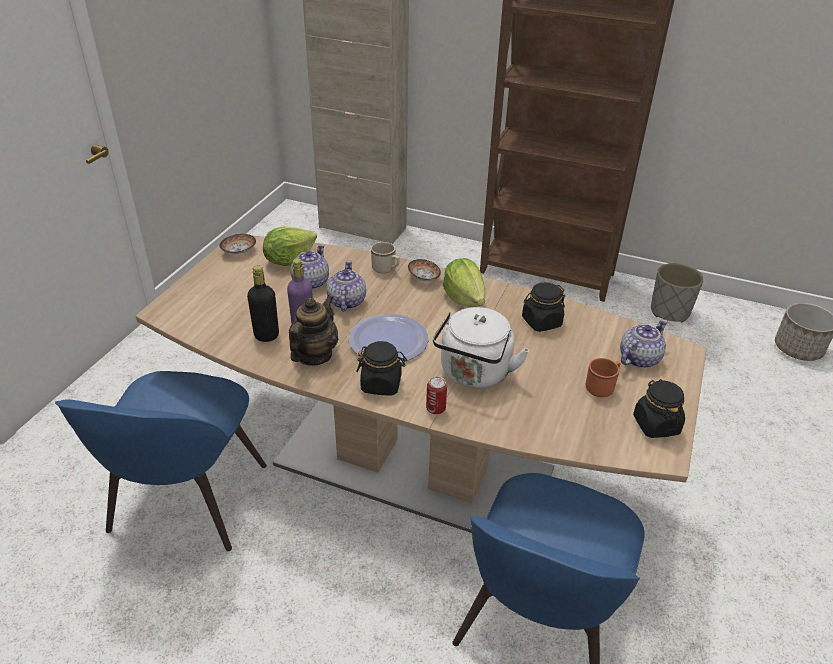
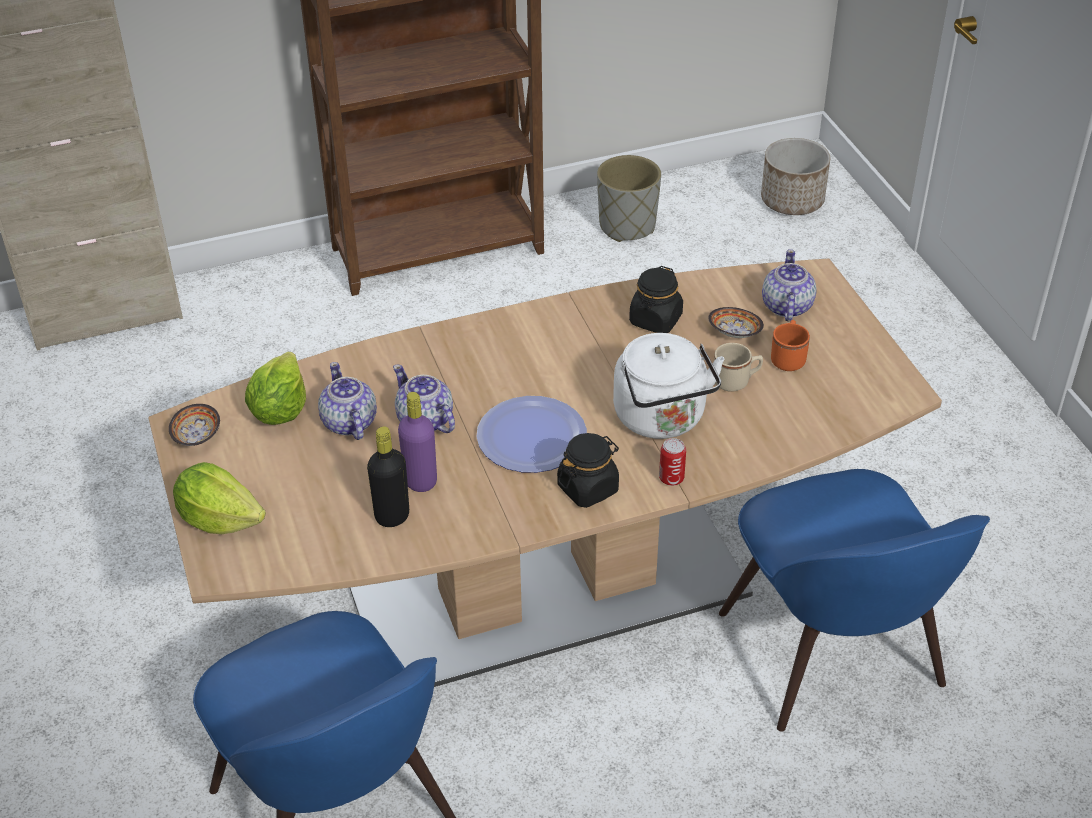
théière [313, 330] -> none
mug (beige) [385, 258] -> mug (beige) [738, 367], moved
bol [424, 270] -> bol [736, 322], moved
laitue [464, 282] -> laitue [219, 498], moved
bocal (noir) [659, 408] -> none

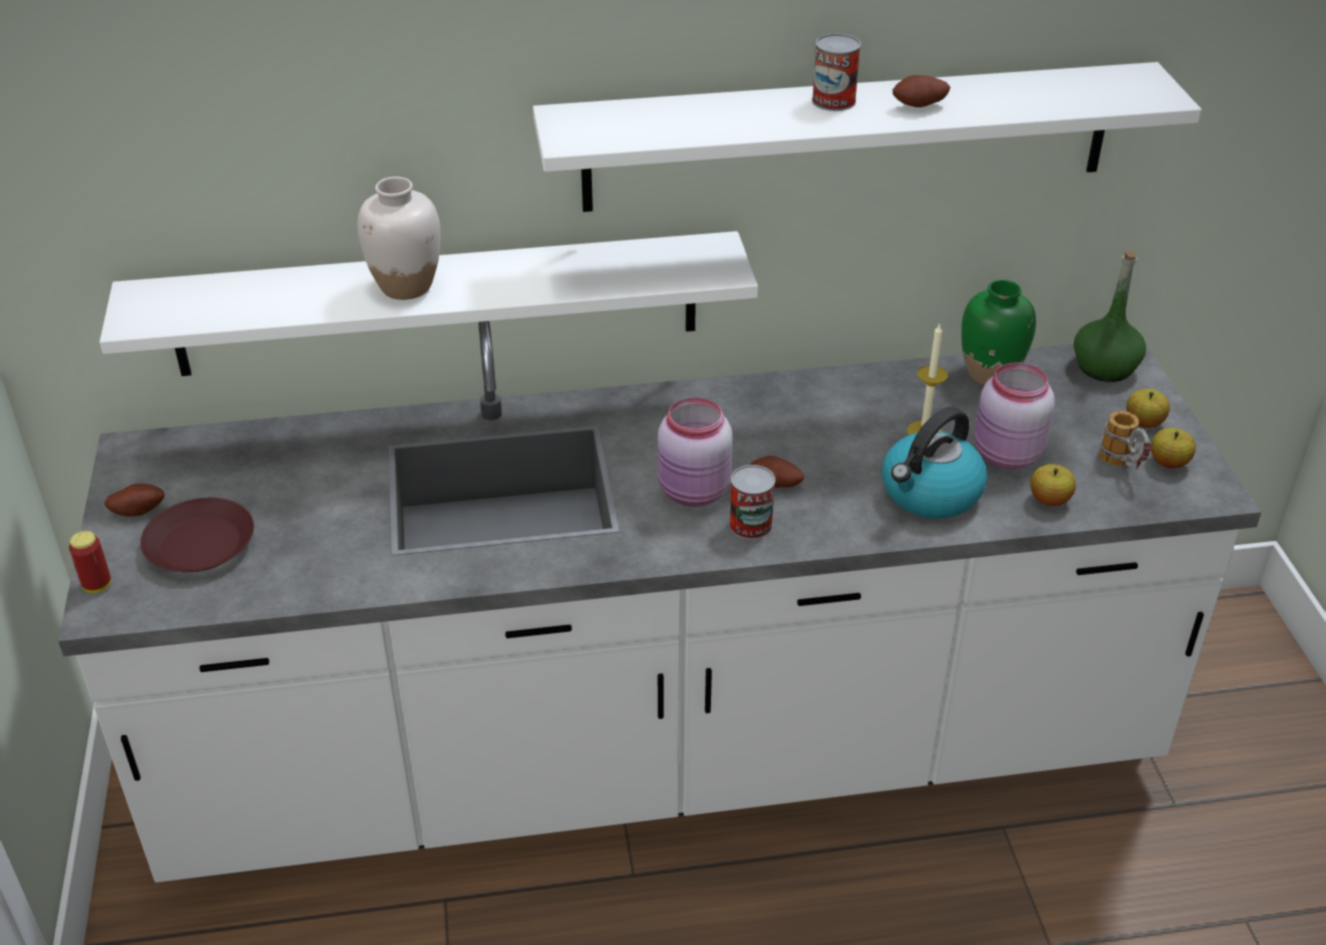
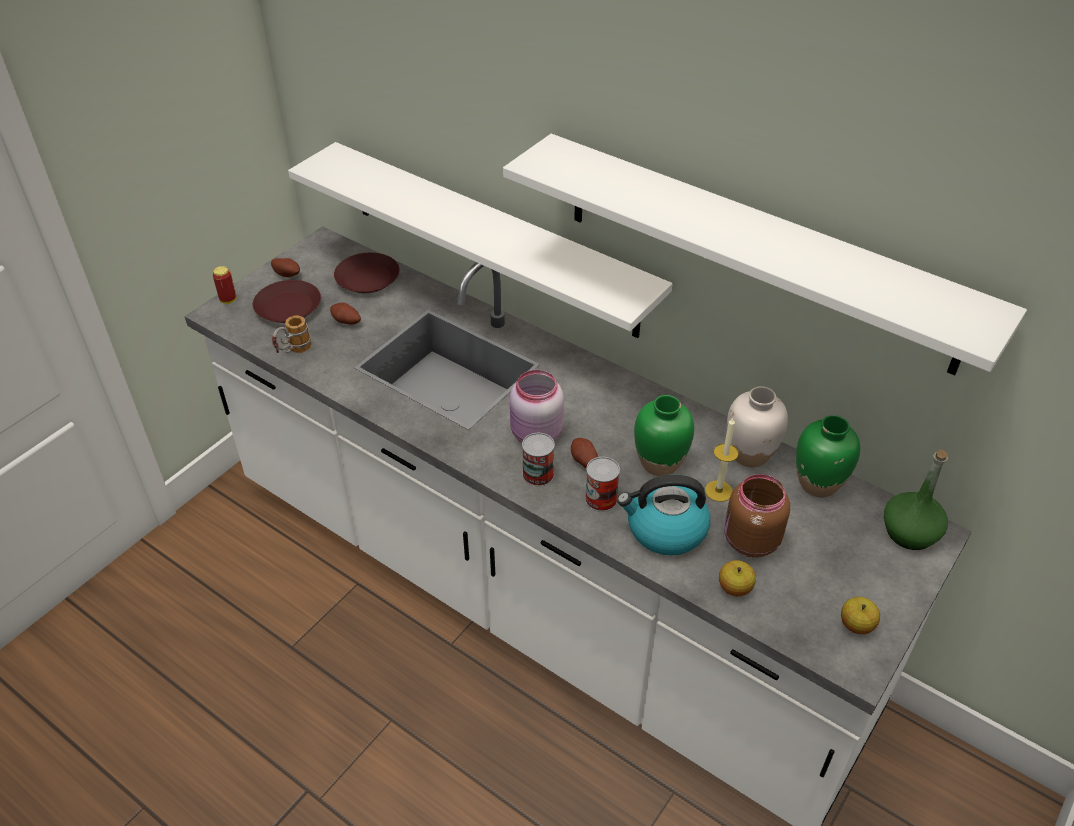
vase (blanc) [399, 238] -> vase (blanc) [757, 426], moved
boîte métallique [836, 72] -> boîte métallique [602, 484], moved
pomme de terre [921, 91] -> pomme de terre [345, 314], moved
bocal (rose) [1015, 415] -> bocal (marron) [757, 516]
mug [1125, 440] -> mug [291, 334], moved
pomme [1148, 408] -> none
none -> assiette (marron) [367, 273]
none -> vase (vert) [664, 435]

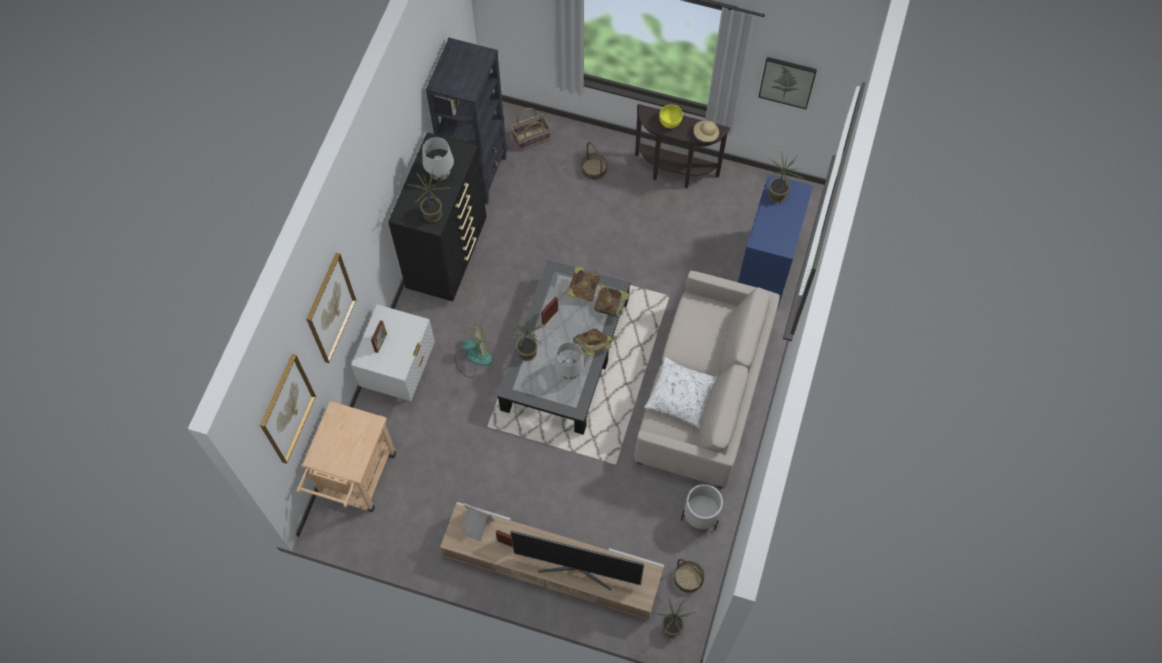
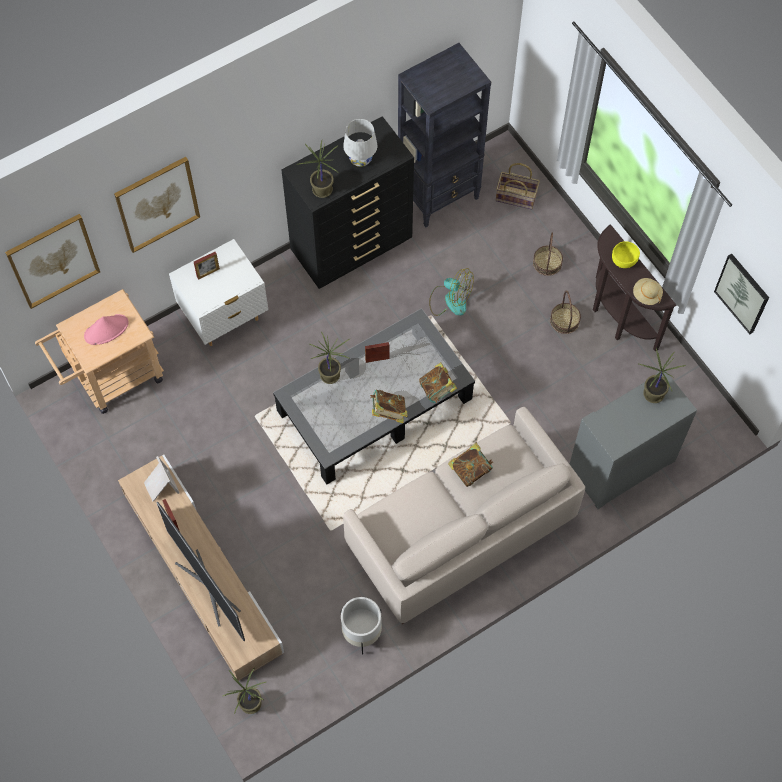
ventilateur [473, 351] -> ventilateur [451, 292], moved
lampe de table (blanc) [569, 361] -> none
livre [583, 284] -> livre [470, 465], moved
coussin (blanc) [681, 392] -> none
panier [689, 576] -> panier [565, 312], moved
meuble de rangement (bleu) [775, 242] -> meuble de rangement (gris) [633, 440]
none -> chapeau (rose) [106, 329]

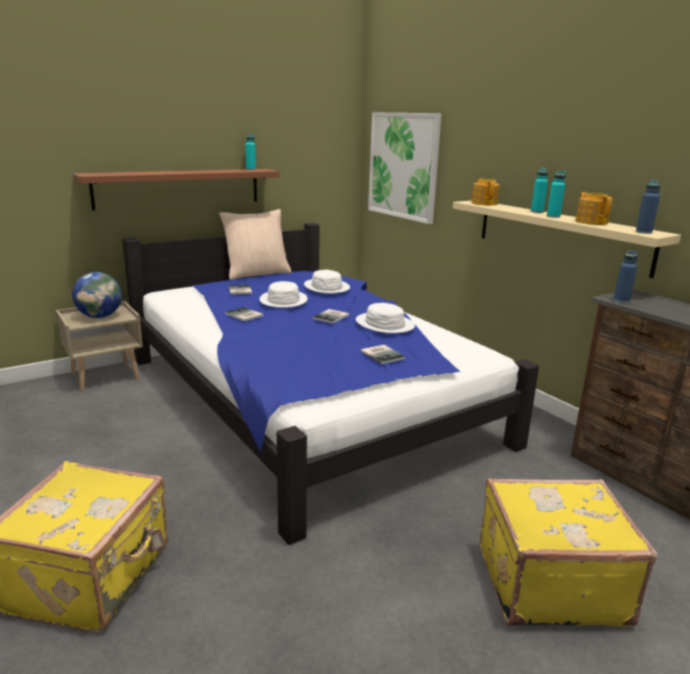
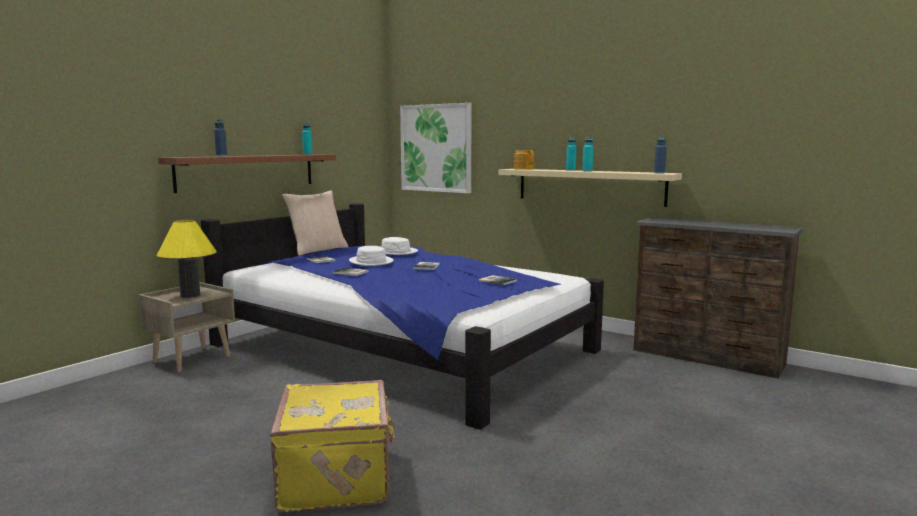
globe [97, 295] -> lampe de table (jaune) [187, 259]
chapeau (blanc) [385, 318] -> none
valise (jaune) [569, 552] -> none
théière [593, 208] -> none
bouteille (bleu) [626, 276] -> bouteille (bleu) [220, 138], moved

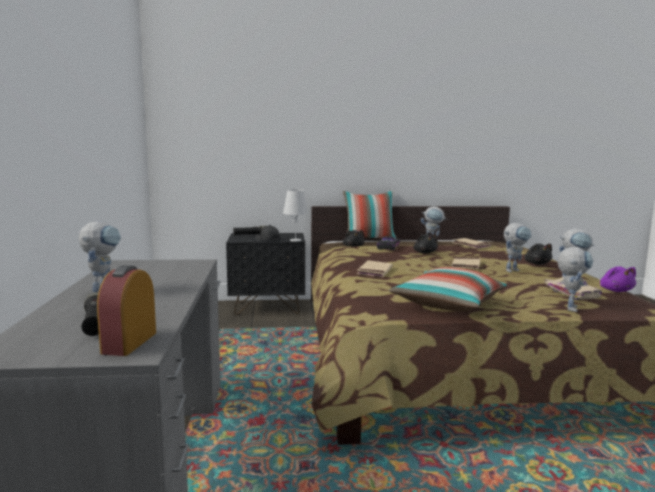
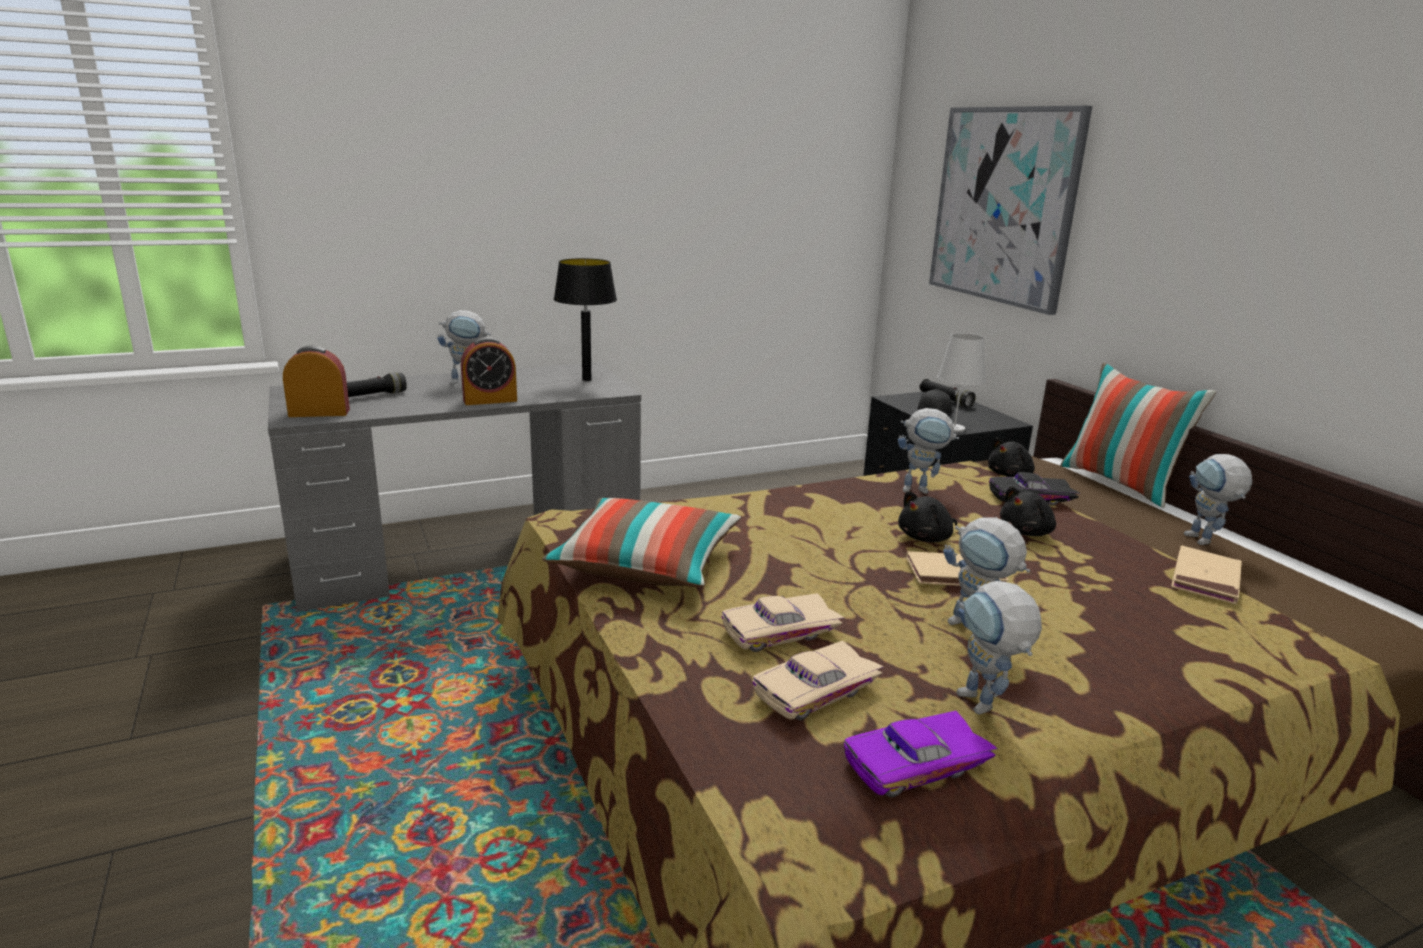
livre (beige) [375, 268] -> none
peluche (noir) [538, 254] -> peluche (noir) [927, 516], moved
robot jouet [575, 279] -> robot jouet [928, 451], moved
peluche (violet) [618, 279] -> petite voiture (violet) [921, 753]
none -> réveil [489, 371]
none -> lampe de table (noir) [585, 319]
none -> petite voiture (beige) [783, 622]
none -> tableau [1010, 210]

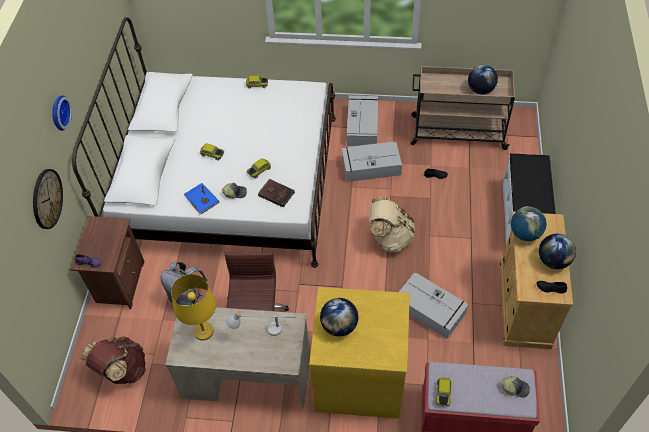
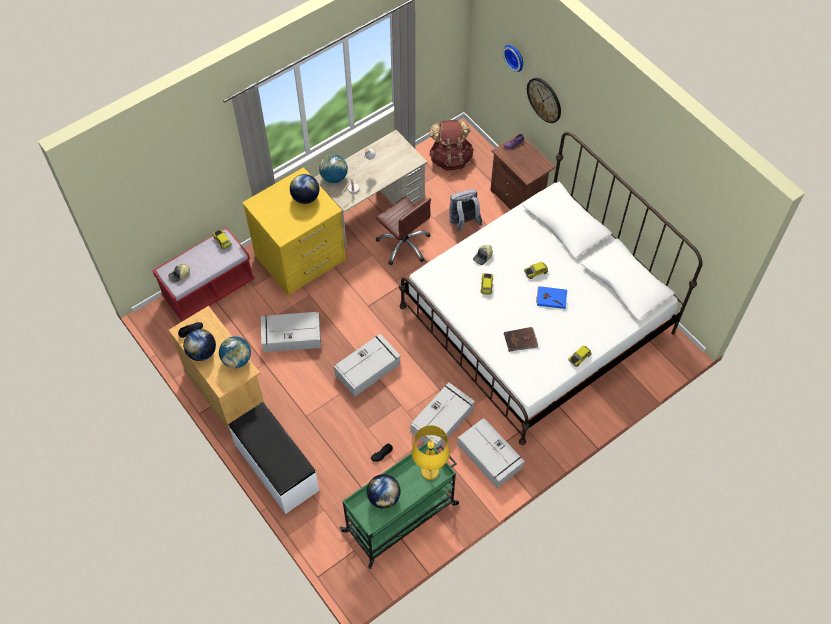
horloge murale [62, 113] -> horloge murale [513, 58], moved
lampe de table (jaune) [193, 307] -> lampe de table (jaune) [431, 452], moved
livre (bleu) [201, 198] -> livre (bleu) [551, 297], moved
livre (marron) [276, 193] -> livre (marron) [521, 339], moved
sac à dos (beige) [392, 224] -> boîte de rangement (gris) [367, 365]
chariot (beige) [463, 108] -> chariot (vert) [399, 505]
none -> globe [333, 169]

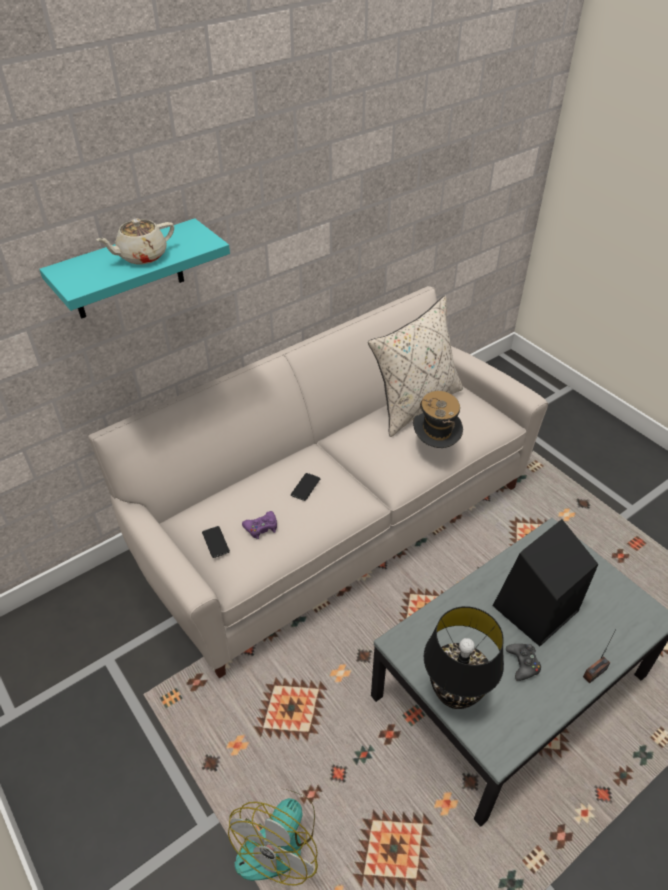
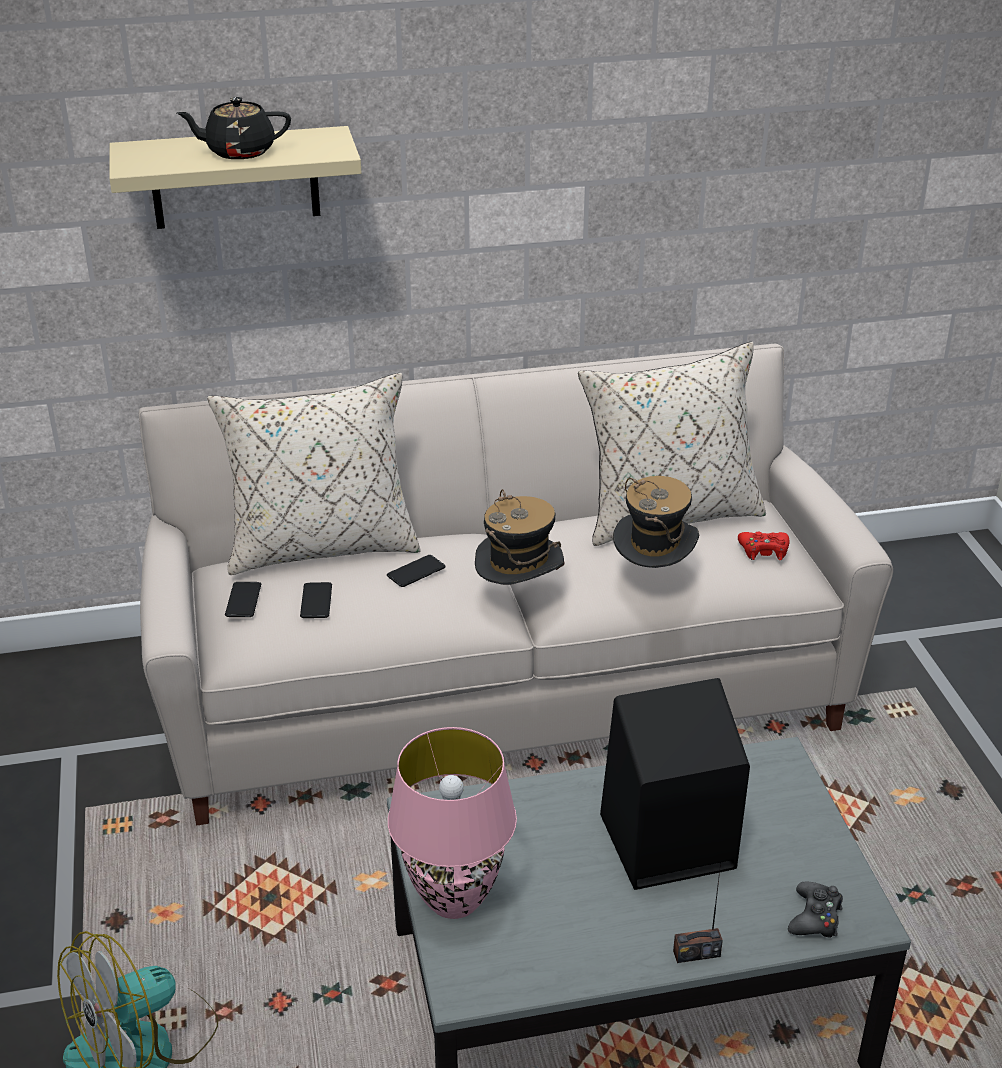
étagère (turquoise) [134, 268] -> étagère (beige) [235, 177]
théière (beige) [135, 241] -> théière (noir) [234, 128]
manette (violet) [259, 525] -> téléphone [316, 600]
lampe de table (noir) [464, 657] -> lampe de table (rose) [452, 823]
manette (noir) [523, 662] -> manette (noir) [815, 909], moved
none -> coussin (beige) [314, 474]
none -> chapeau [519, 537]
none -> manette (rouge) [763, 545]

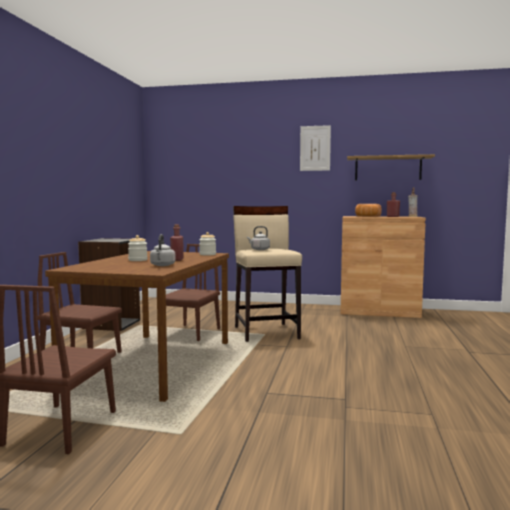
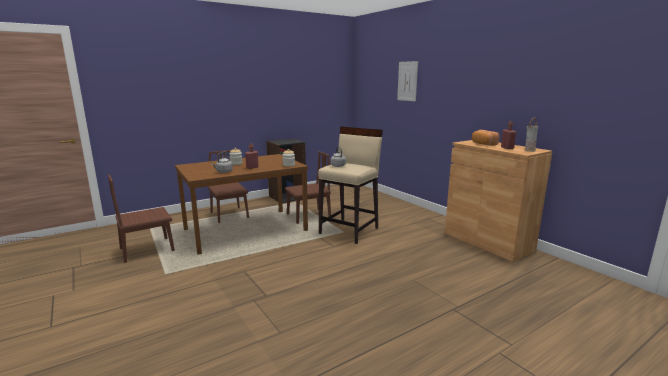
tableau [315, 148] -> tableau [407, 81], moved
étagère [391, 167] -> none

